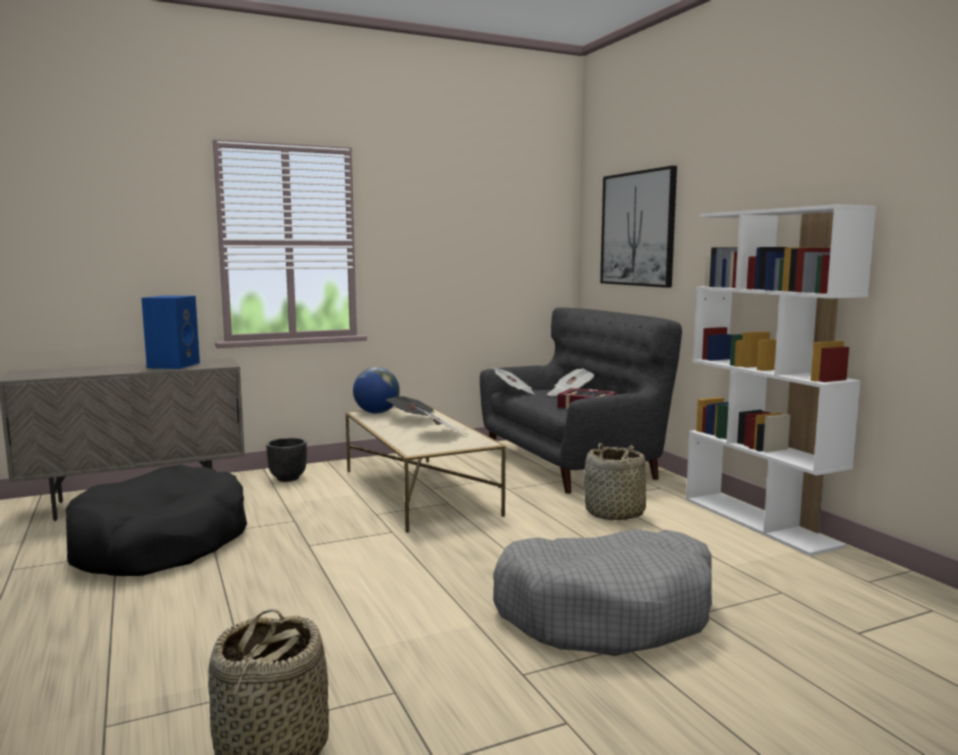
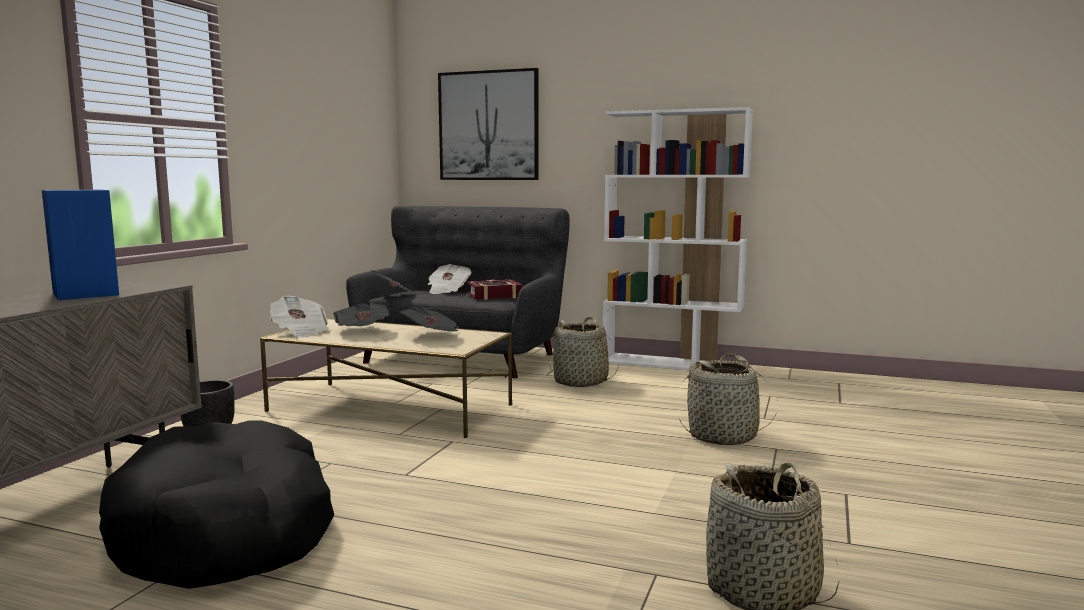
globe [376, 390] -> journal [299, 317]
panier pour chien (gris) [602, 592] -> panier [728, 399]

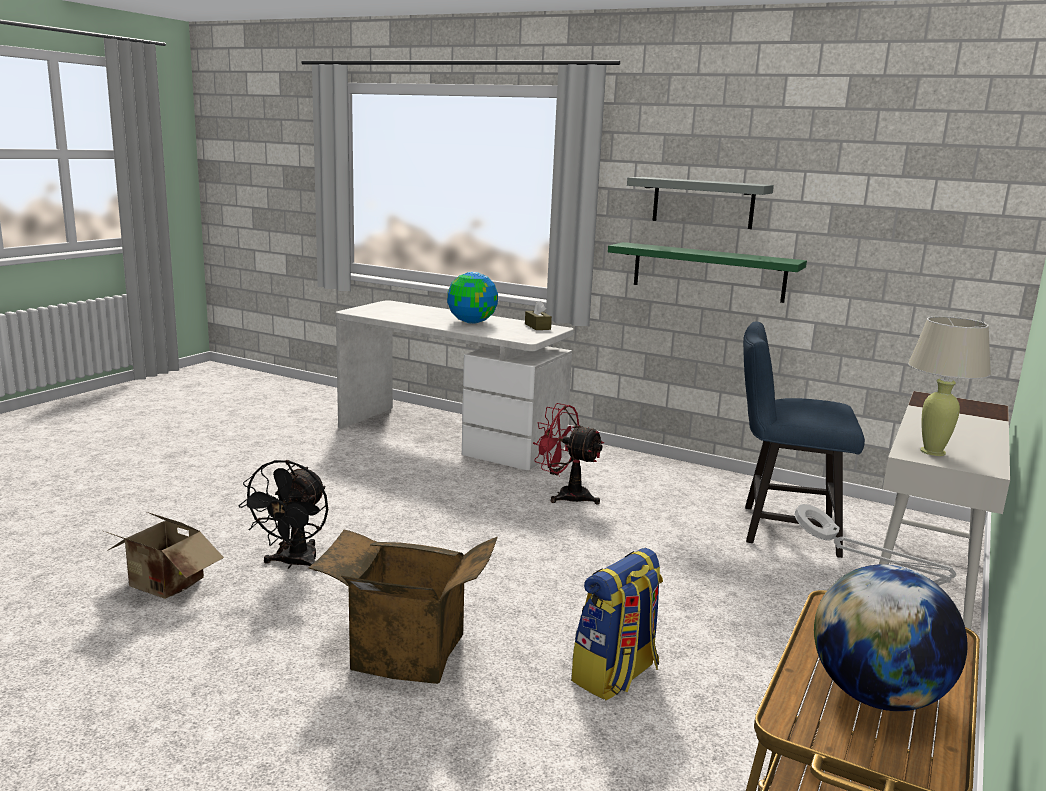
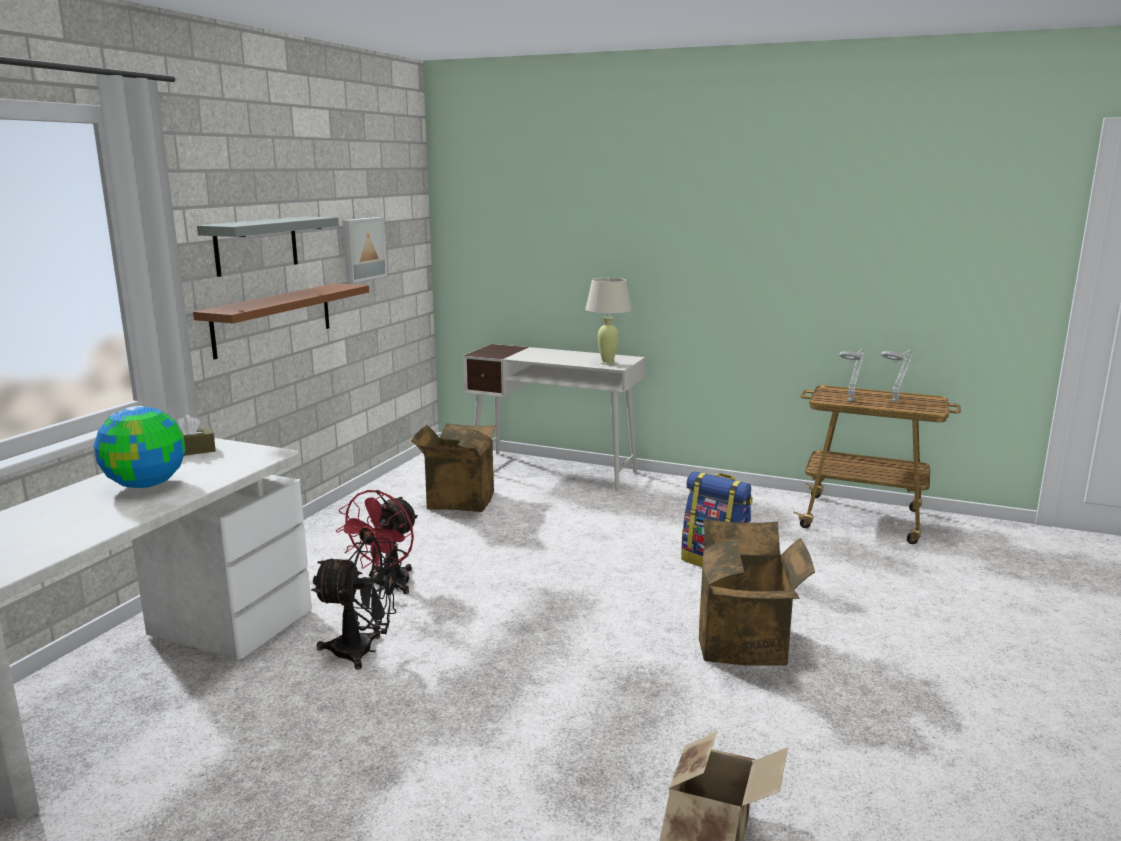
ventilateur (noir) [283, 515] -> ventilateur (noir) [356, 603], moved
étagère (vert) [707, 272] -> étagère (marron) [281, 321]
chaise (bleu) [804, 440] -> carton [453, 467]
globe [891, 637] -> lampe de table (gris) [897, 376]
none -> tableau [364, 250]

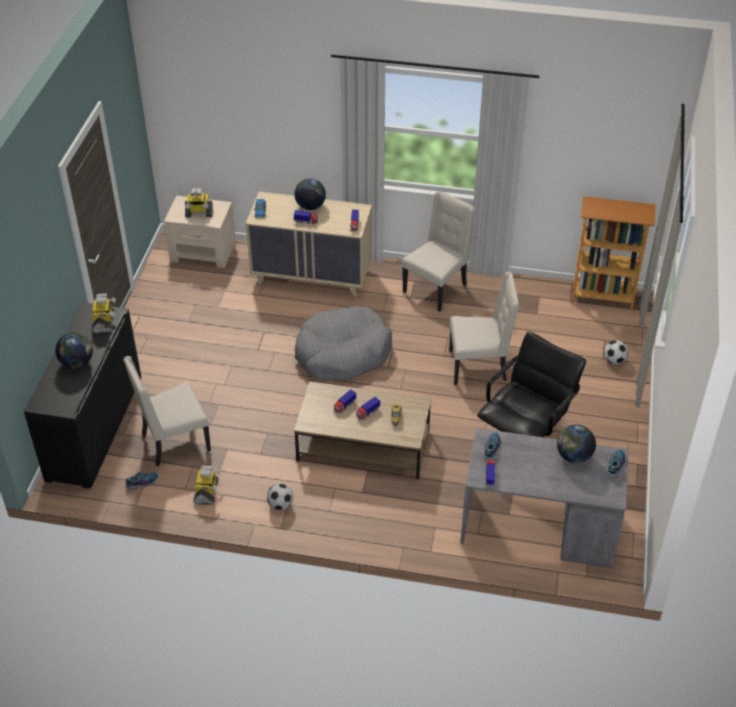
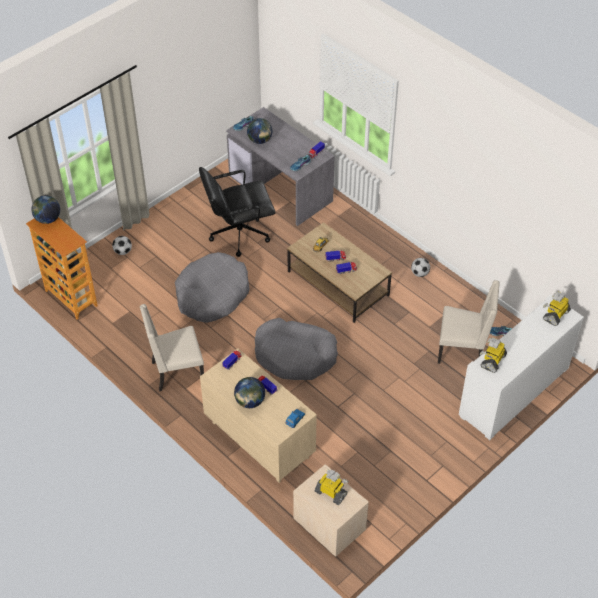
meuble de rangement (noir) [82, 395] -> meuble de rangement (blanc) [521, 367]
globe [74, 350] -> globe [45, 209], moved
robot jouet [207, 485] -> robot jouet [557, 309], moved
chaise (beige) [484, 328] -> panier pour chien (gris) [212, 287]

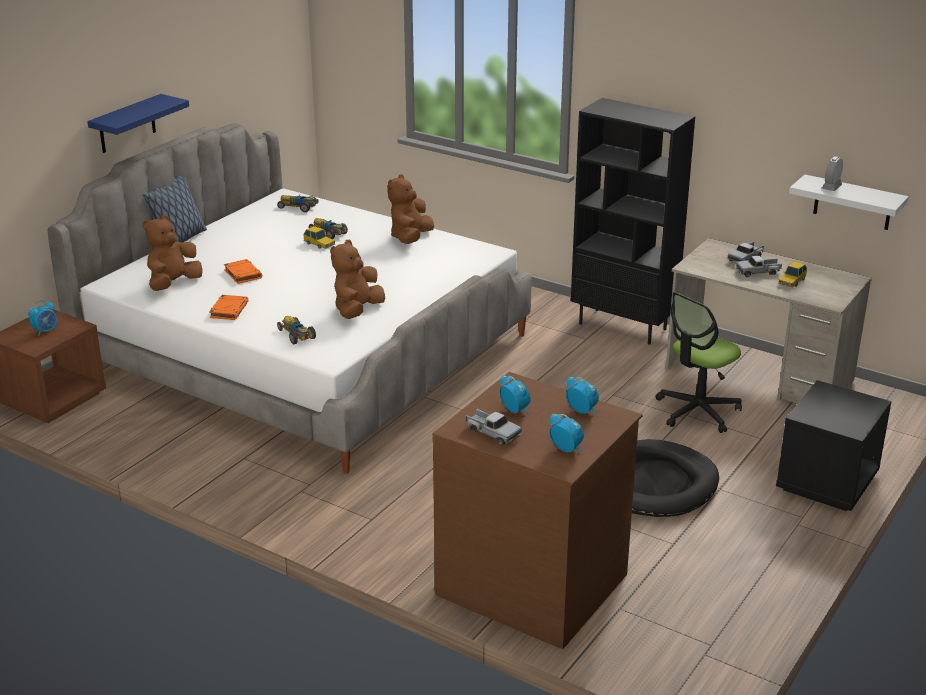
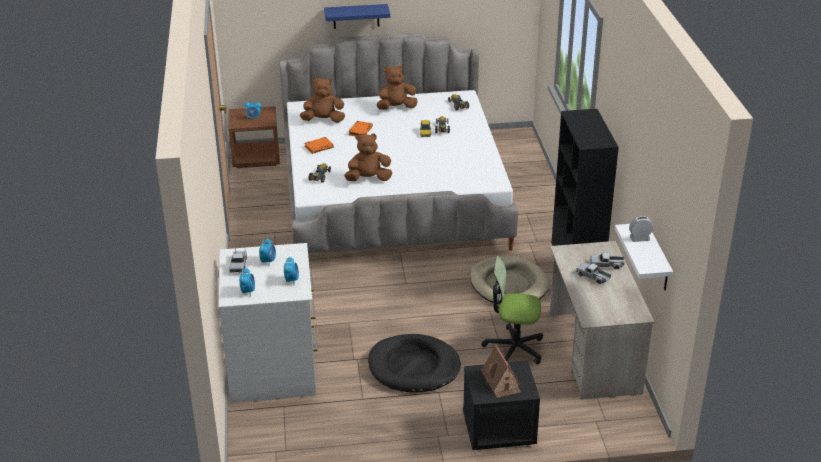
coussin [174, 209] -> none
peluche (marron) [410, 209] -> peluche (marron) [397, 87], moved
commode (marron) [537, 510] -> commode (blanc) [268, 323]
petite voiture [792, 274] -> none
none -> panier pour chien (beige) [510, 279]
none -> maison miniature [501, 371]

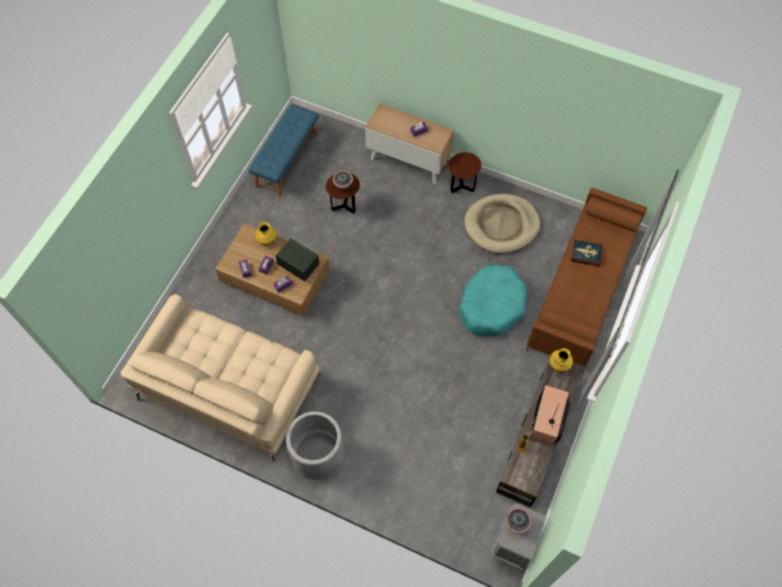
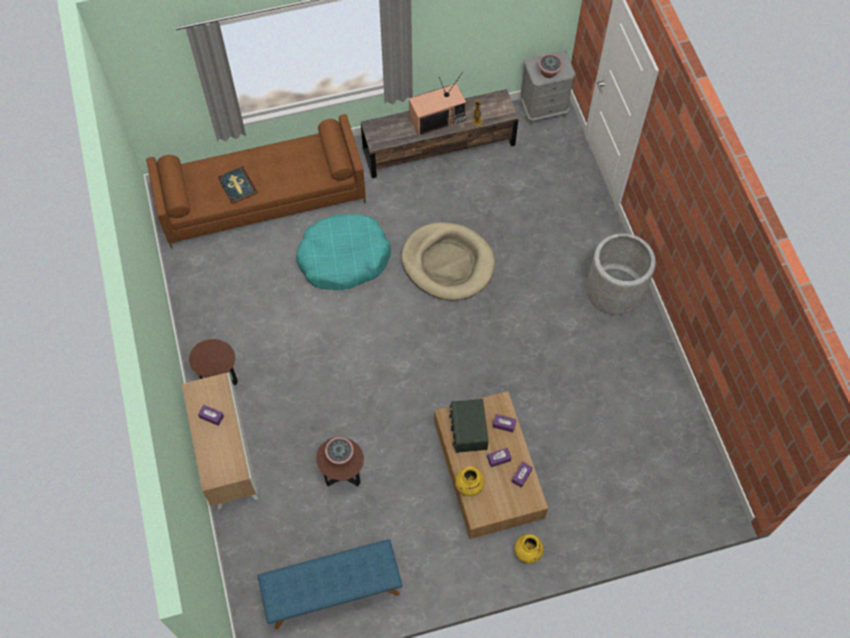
canapé (beige) [220, 378] -> none
panier pour chien (beige) [502, 224] -> panier pour chien (beige) [448, 261], moved
vase (jaune) [561, 360] -> vase (jaune) [529, 548], moved

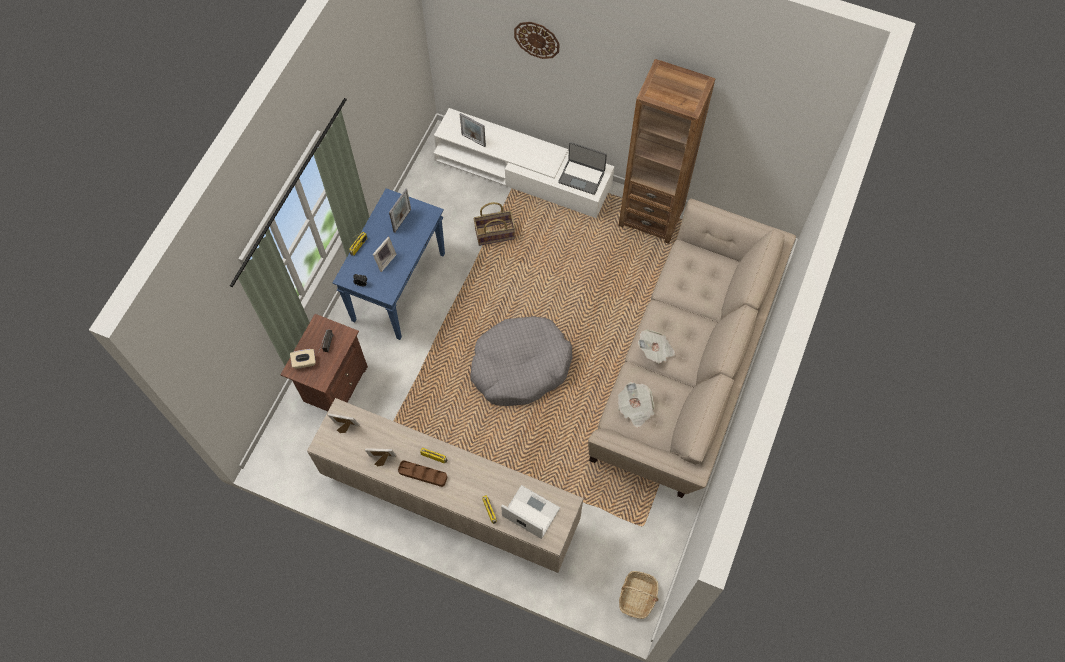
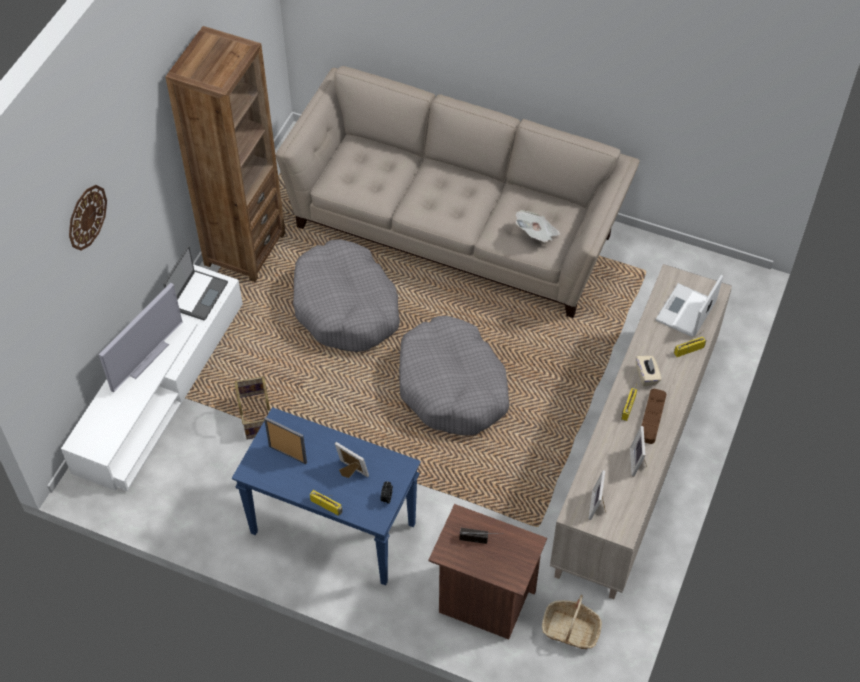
boîte à mouchoirs (beige) [303, 359] -> boîte à mouchoirs (beige) [648, 371], moved
cadre photo [473, 130] -> none
panier [639, 595] -> panier [572, 622], moved
journal [656, 346] -> none
none -> téléviseur [140, 337]
none -> panier pour chien (gris) [346, 296]

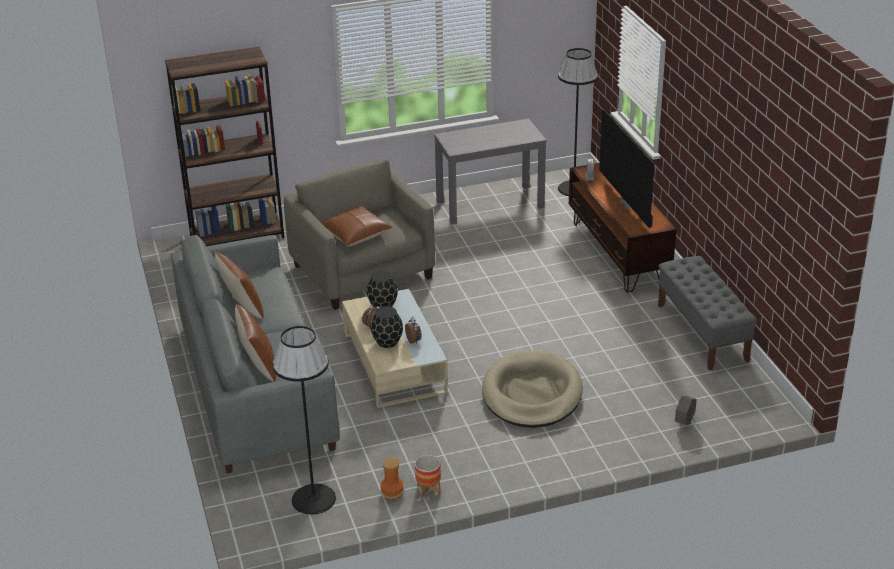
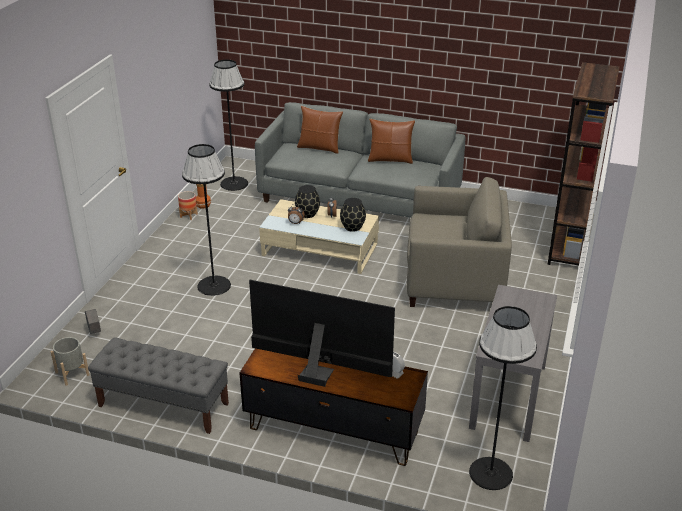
coussin (marron) [356, 226] -> none
panier pour chien (beige) [532, 389] -> lampadaire (noir) [206, 220]
none -> cache-pot (gris) [70, 361]

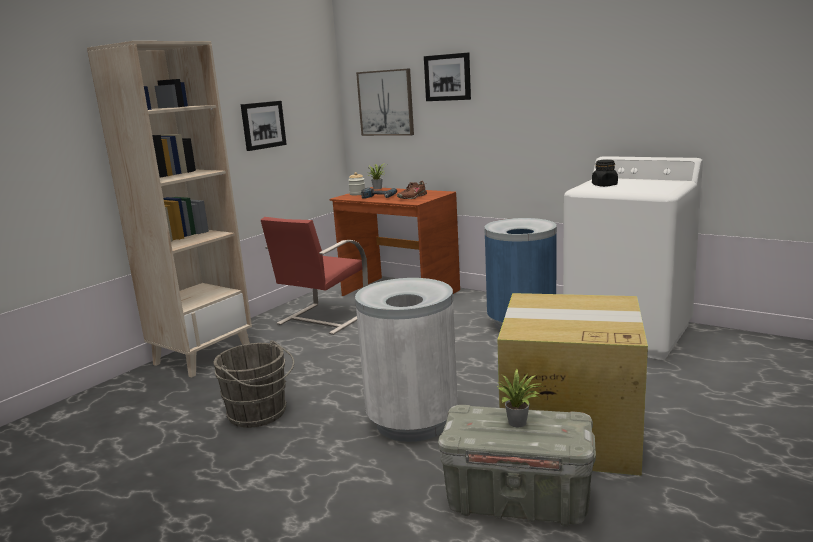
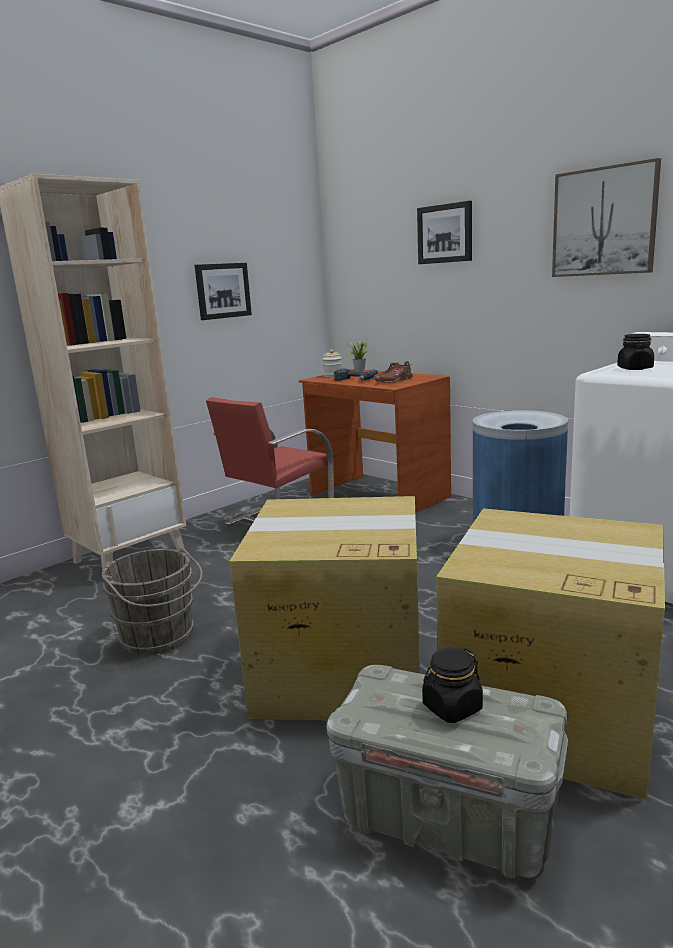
poubelle (blanc) [406, 360] -> carton [324, 608]
tableau [385, 102] -> tableau [606, 217], moved
plante en pot [519, 398] -> bocal (noir) [452, 685]

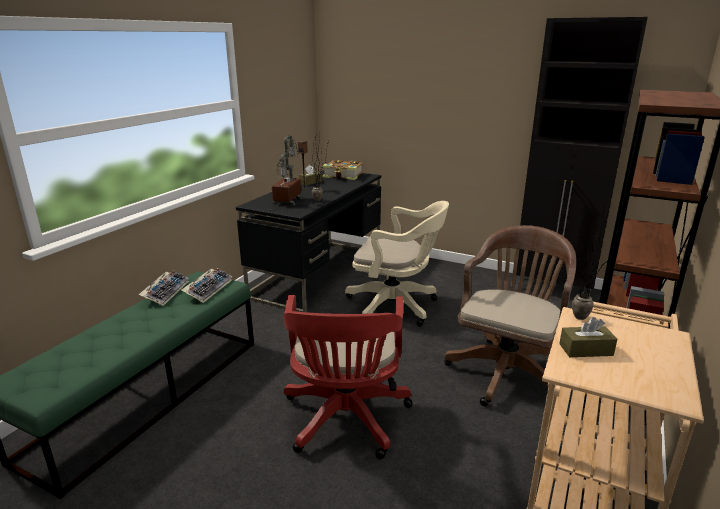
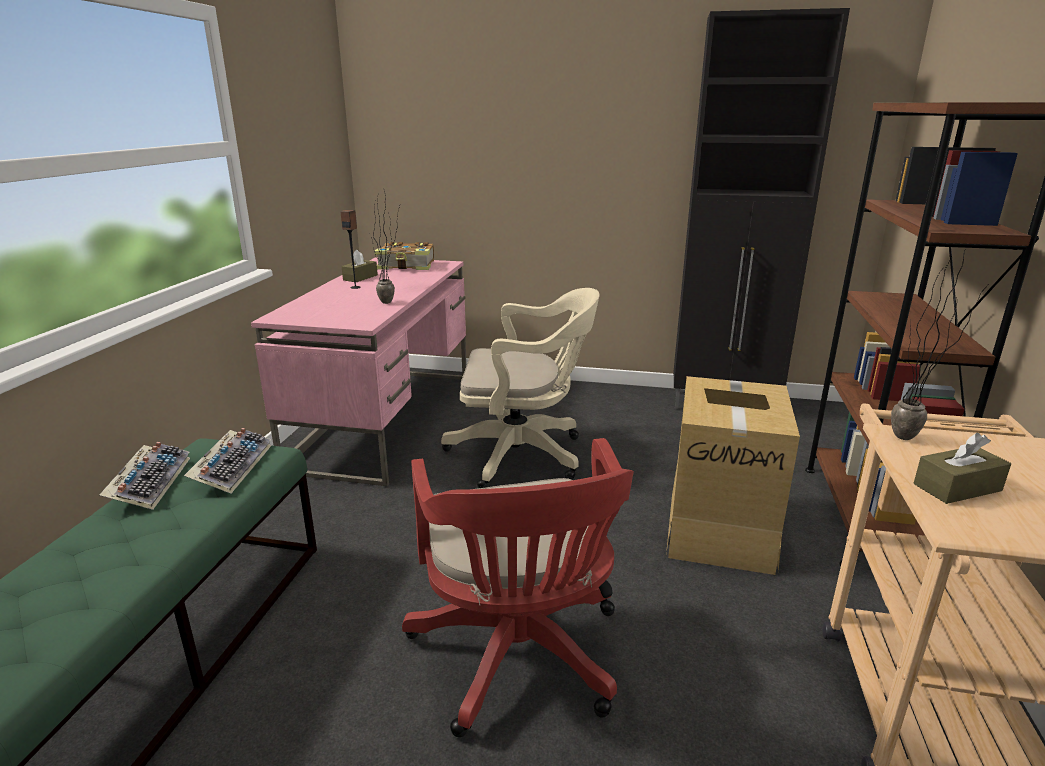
bureau (noir) [308, 241] -> bureau (rose) [358, 371]
lampe de table [291, 174] -> none
chaise de bureau (marron) [510, 315] -> carton [733, 475]

